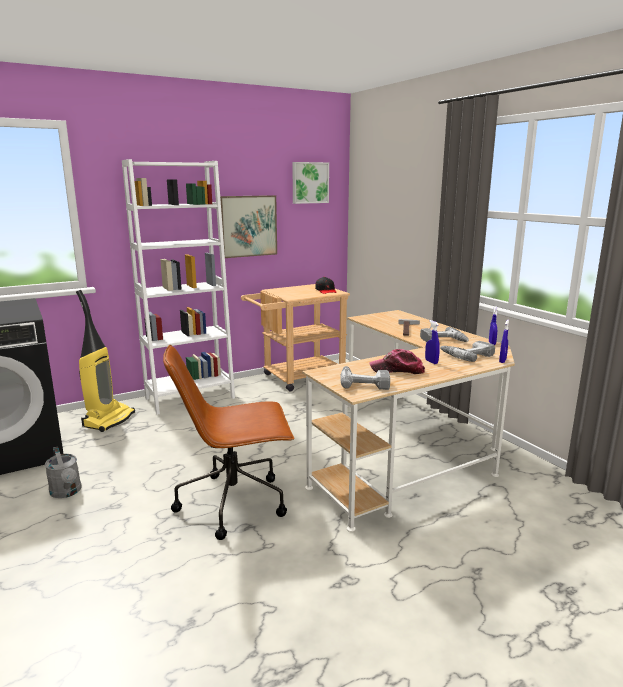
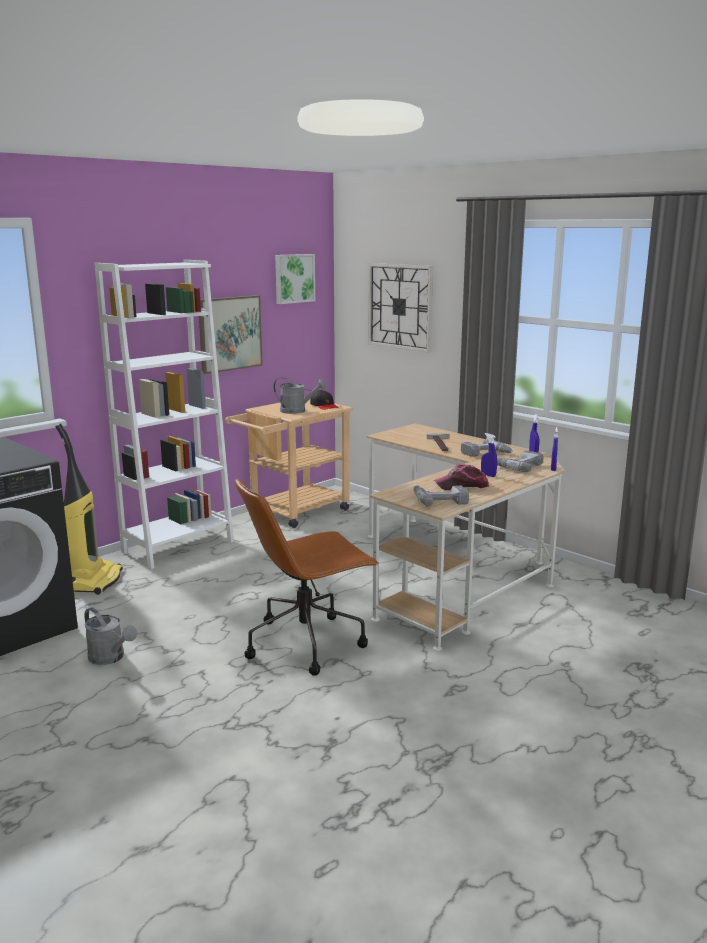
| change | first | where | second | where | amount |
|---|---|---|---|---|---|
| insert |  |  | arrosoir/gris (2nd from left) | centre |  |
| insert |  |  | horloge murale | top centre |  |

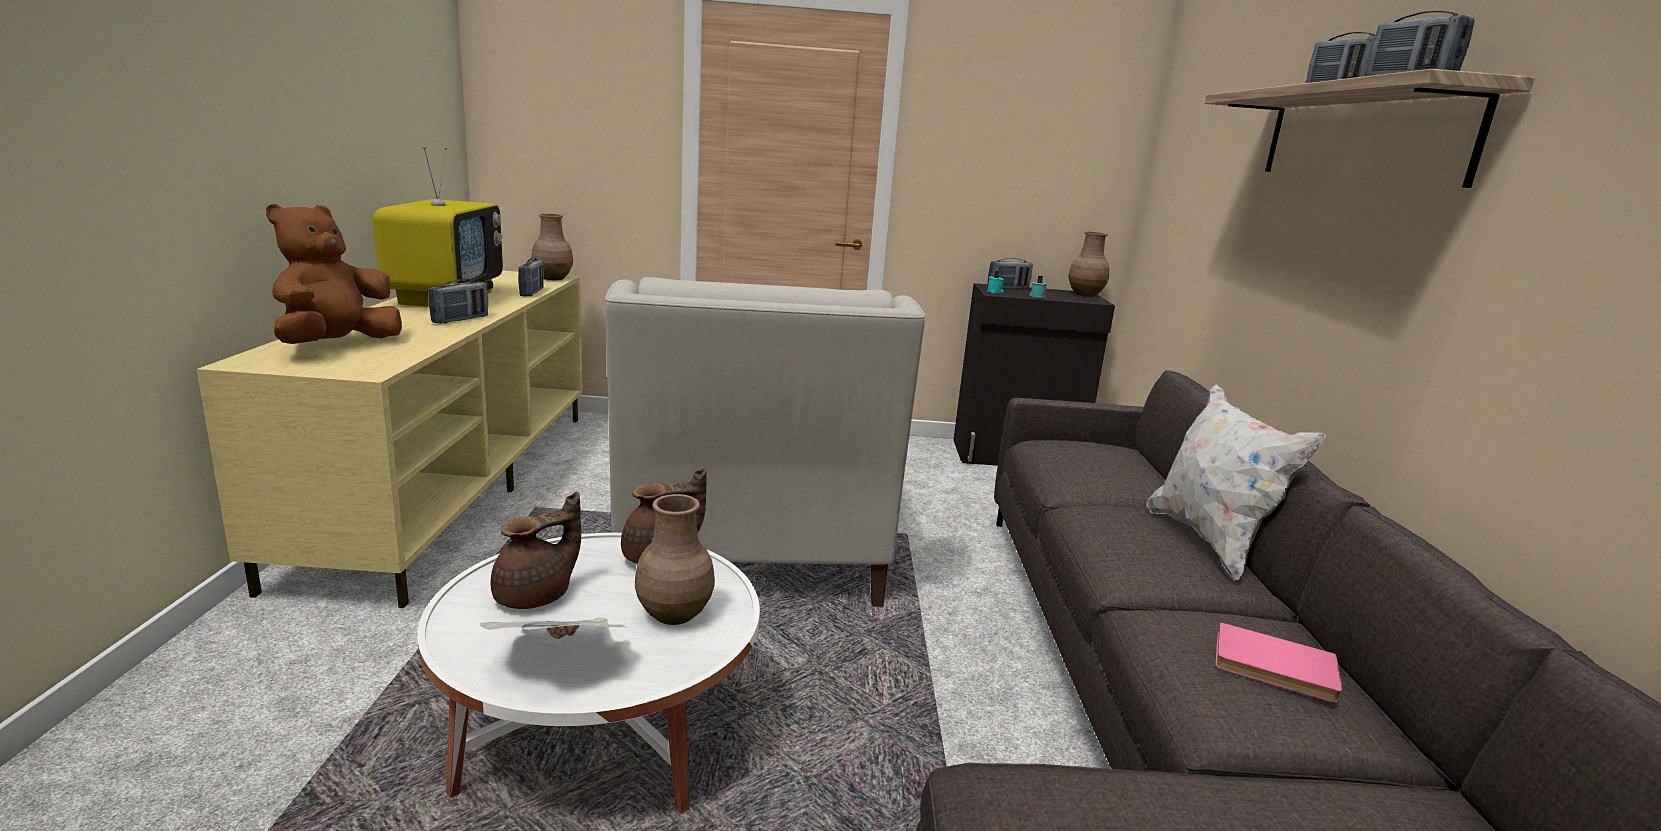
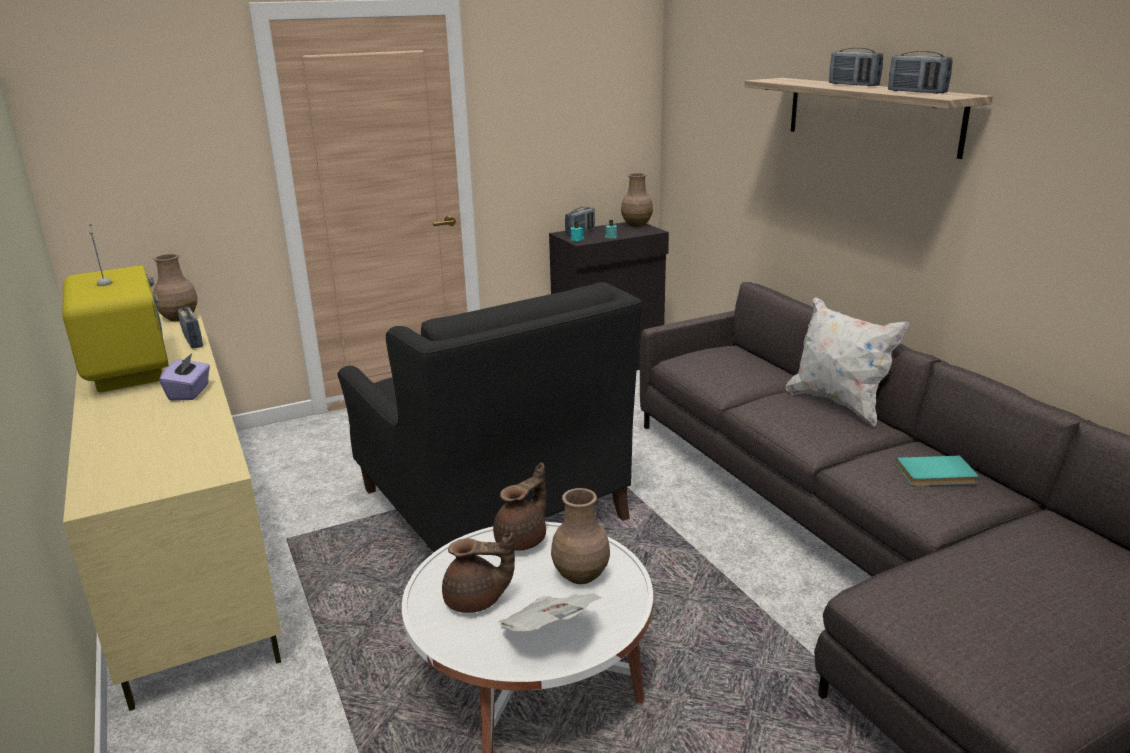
| change | first | where | second | where | amount |
|---|---|---|---|---|---|
| delete | peluche/marron | top left |  |  |  |
| replace | radio (1st from left) | middle left | boîte à mouchoirs/violet | middle left |  |
| rotate | théière/marron (1st from left) | middle left |  | bottom centre | 75 degrees clockwise |
| recolor | fauteuil/blanc | centre | fauteuil/noir | centre |  |
| recolor | livre/rose | bottom right | livre/turquoise | middle right |  |

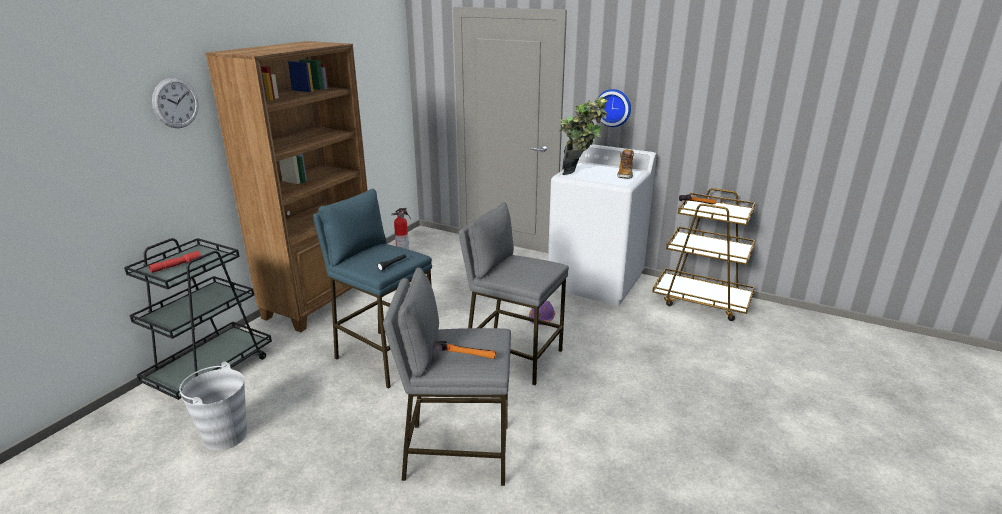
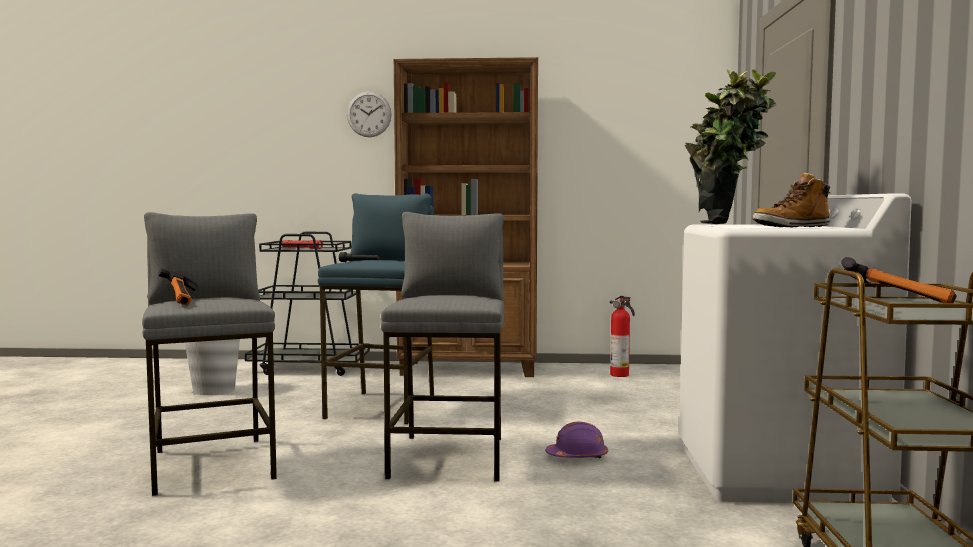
| change | first | where | second | where | amount |
|---|---|---|---|---|---|
| delete | horloge murale (2nd from left) | top centre |  |  |  |

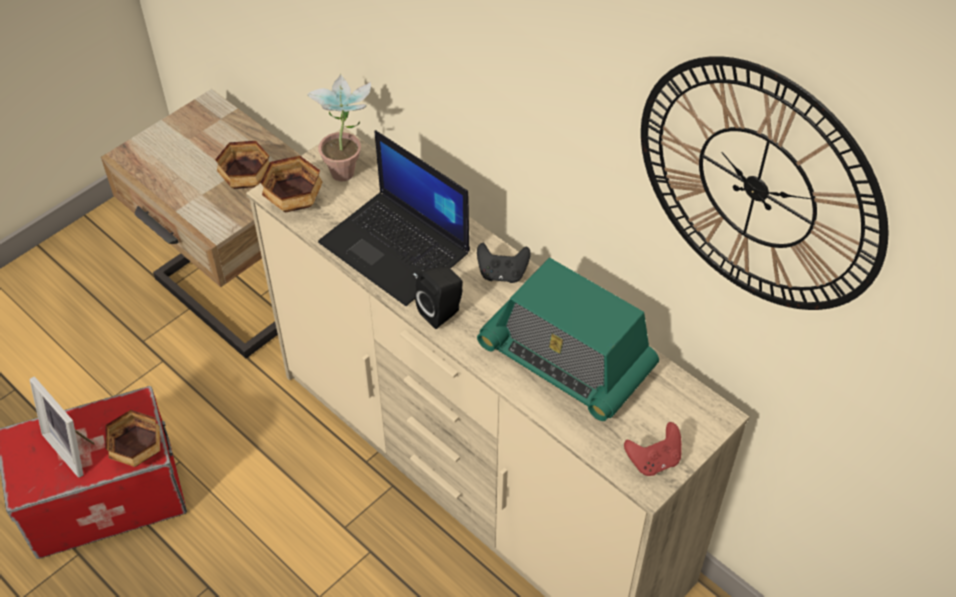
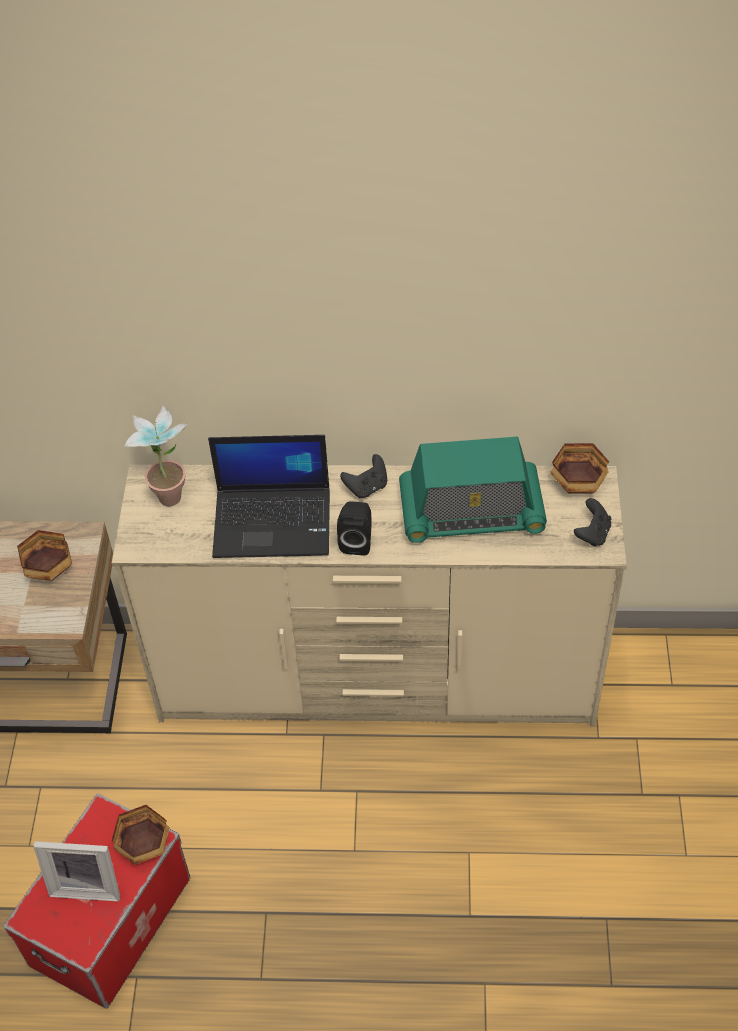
| change | first | where | second | where | amount |
|---|---|---|---|---|---|
| move | bol (3rd from left) | top left |  | middle right |  |
| recolor | manette/rouge | bottom right | manette/noir (2nd from left) | middle right |  |
| delete | horloge murale | top right |  |  |  |

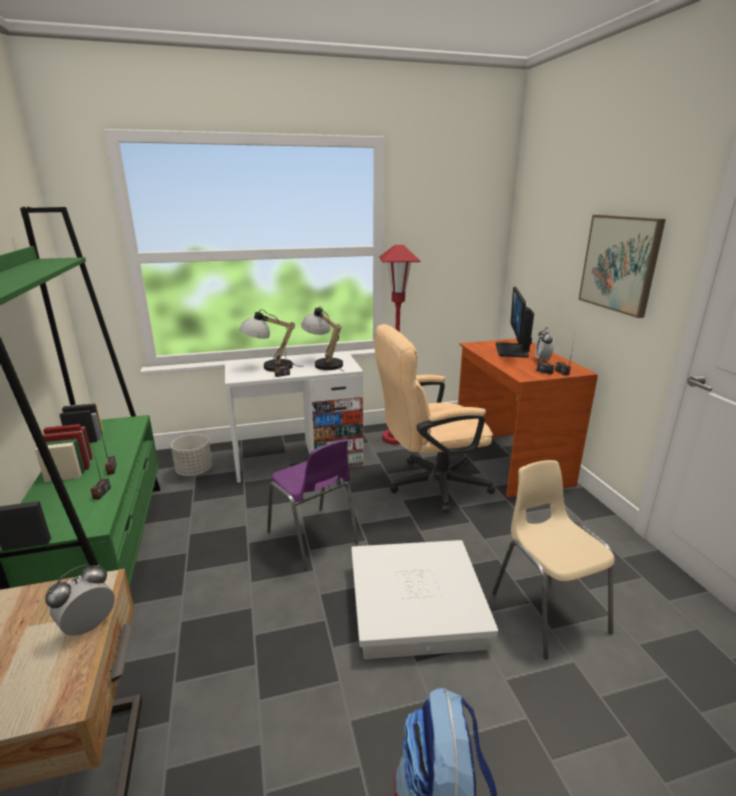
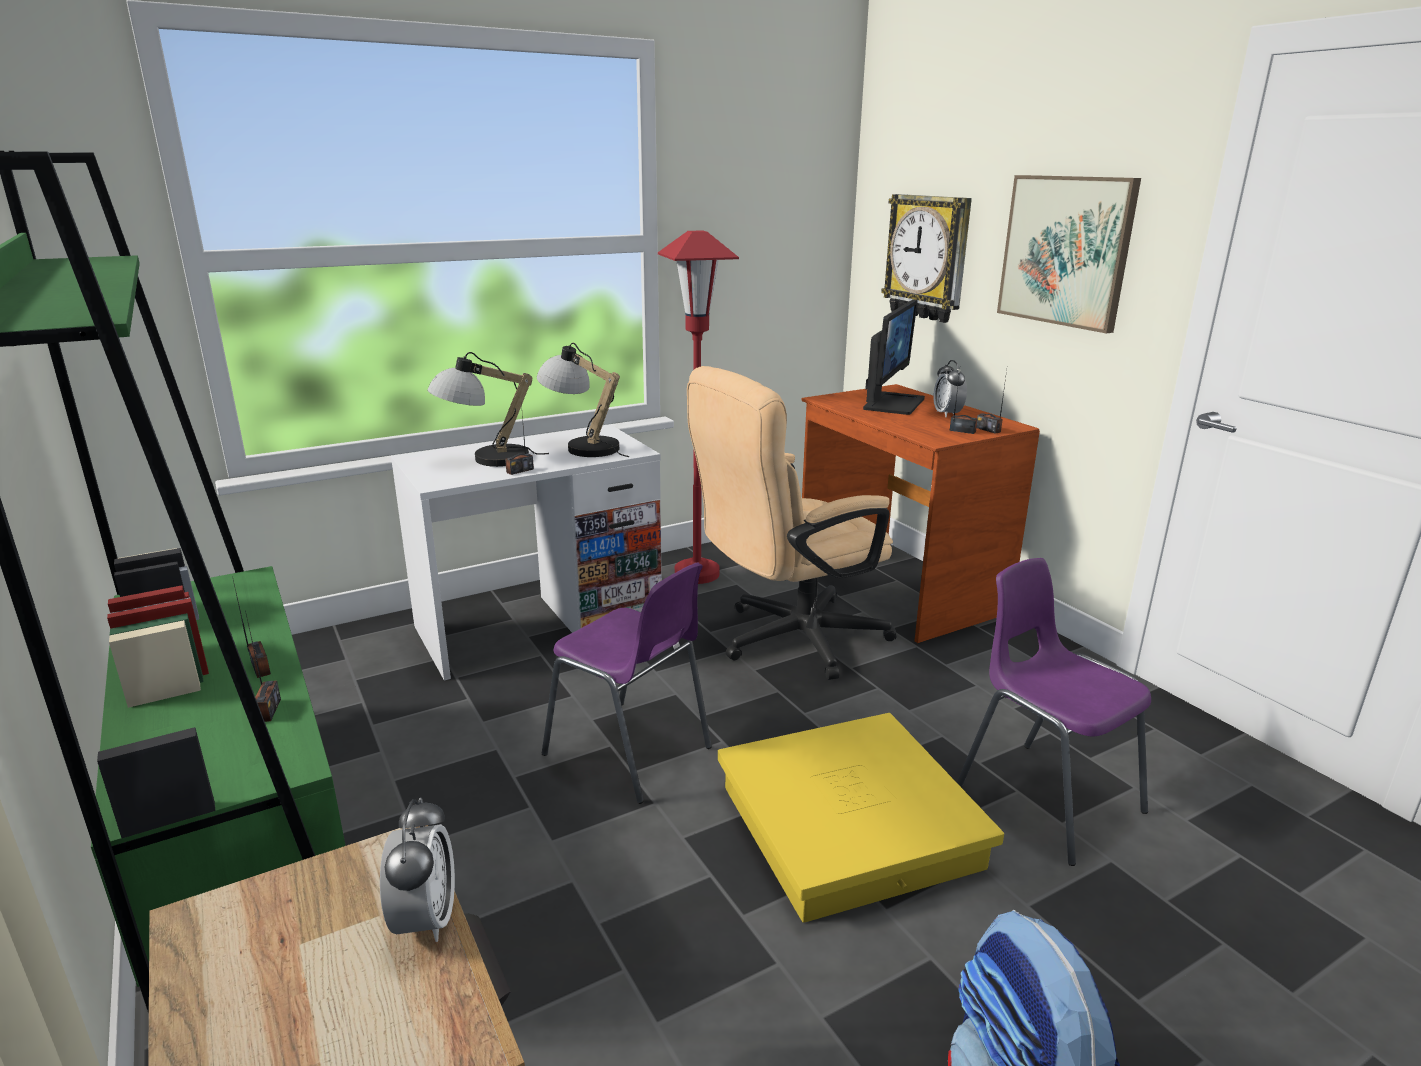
| change | first | where | second | where | amount |
|---|---|---|---|---|---|
| rotate | réveil (1st from left) | bottom left |  | bottom left | 150 degrees clockwise |
| delete | cache-pot/gris | middle left |  |  |  |
| recolor | boîte de rangement/blanc | bottom centre | boîte de rangement/jaune | bottom centre |  |
| recolor | chaise/beige | bottom right | chaise/violet (2nd from left) | bottom right |  |
| rotate | écran d'ordinateur | middle right |  | centre | 150 degrees counterclockwise |
| insert |  |  | horloge murale | top centre |  |

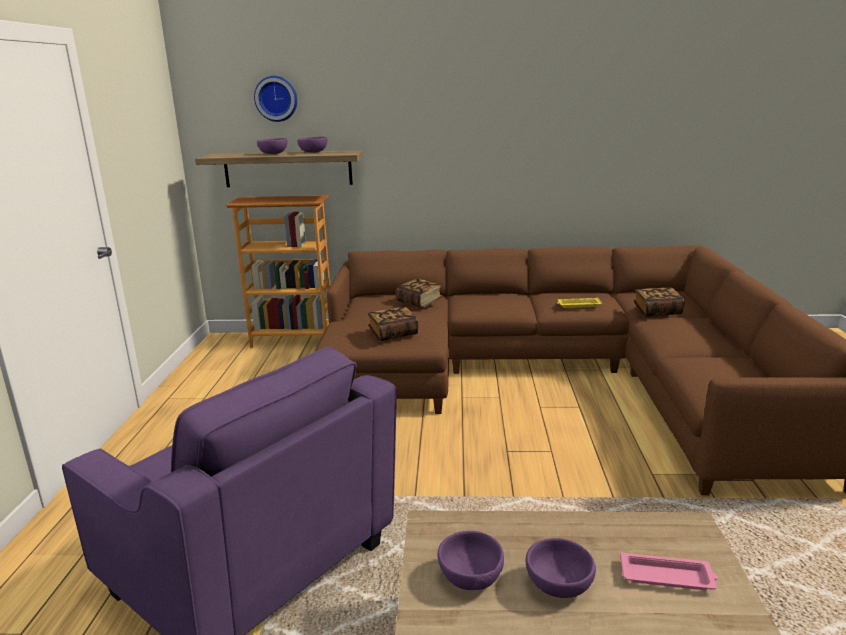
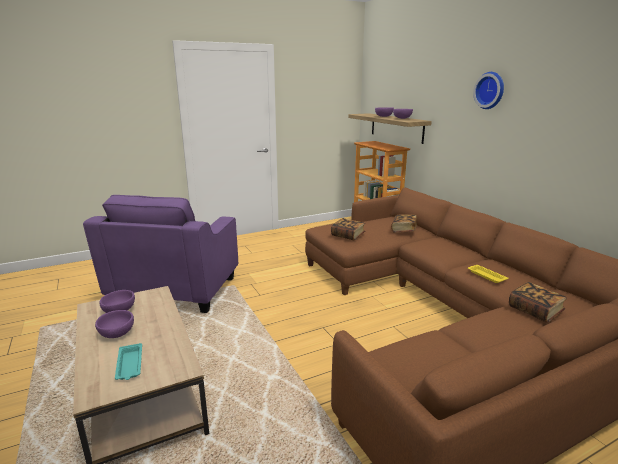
| change | first | where | second | where | amount |
|---|---|---|---|---|---|
| move | horloge murale | top left |  | top right |  |
| recolor | plateau/rose | bottom right | plateau/turquoise | bottom left |  |

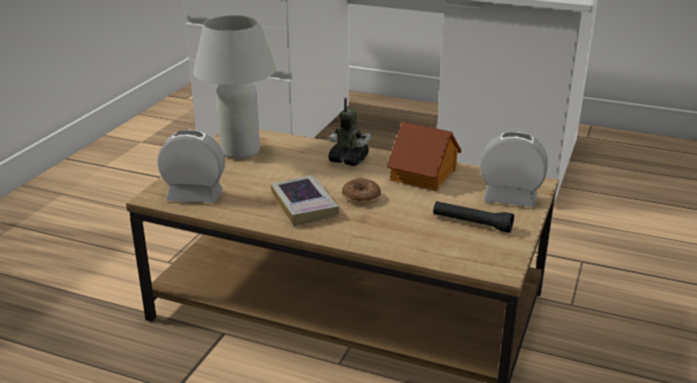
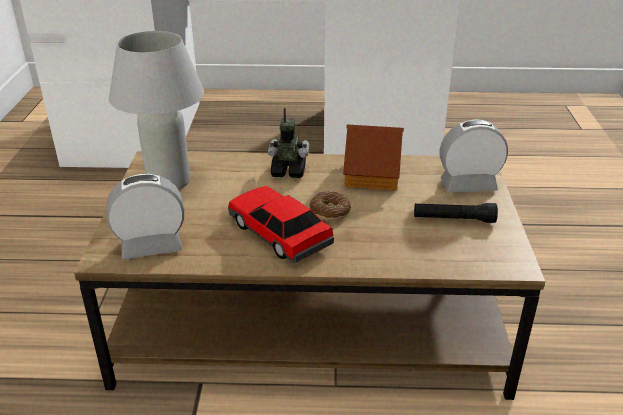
| change | first | where | second | where | amount |
|---|---|---|---|---|---|
| replace | livre | centre | petite voiture | centre |  |

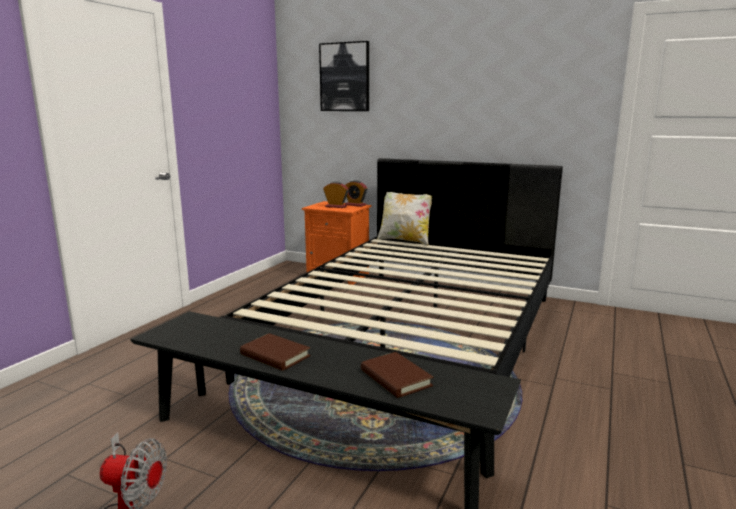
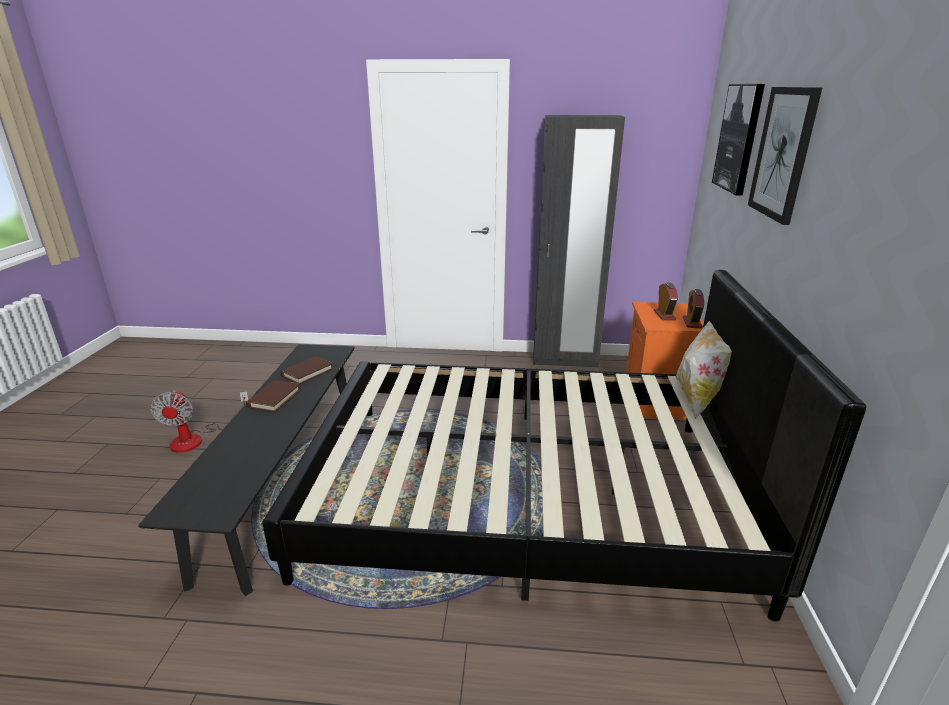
| change | first | where | second | where | amount |
|---|---|---|---|---|---|
| move | livre/marron (2nd from left) | bottom centre |  | middle left |  |
| insert |  |  | armoire/noir | centre |  |
| insert |  |  | tableau (2nd from left) | top right |  |

